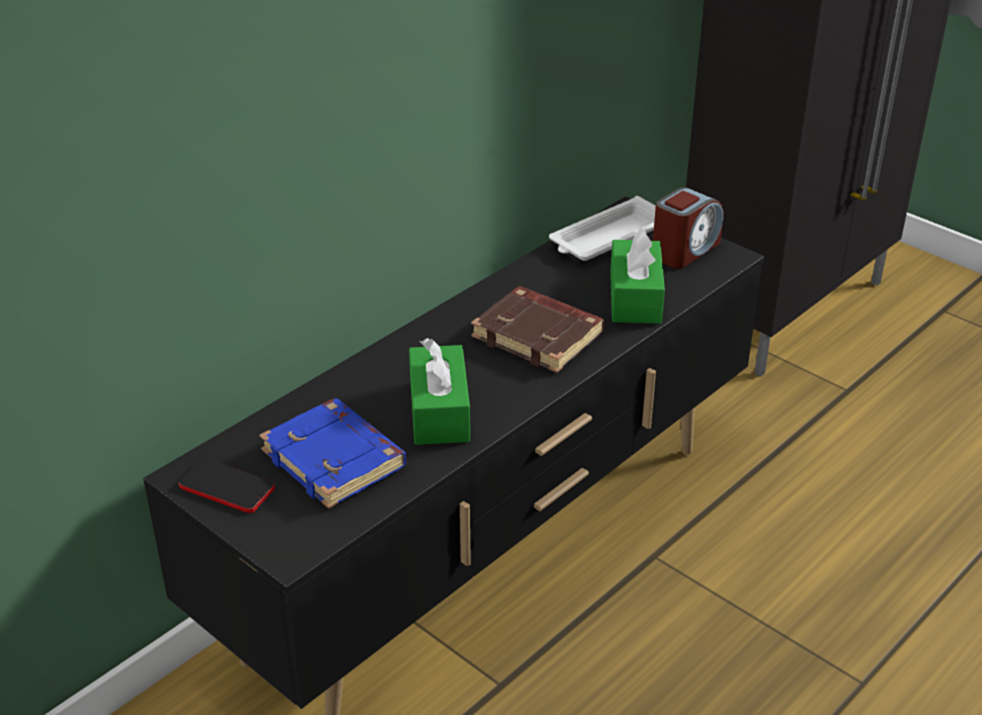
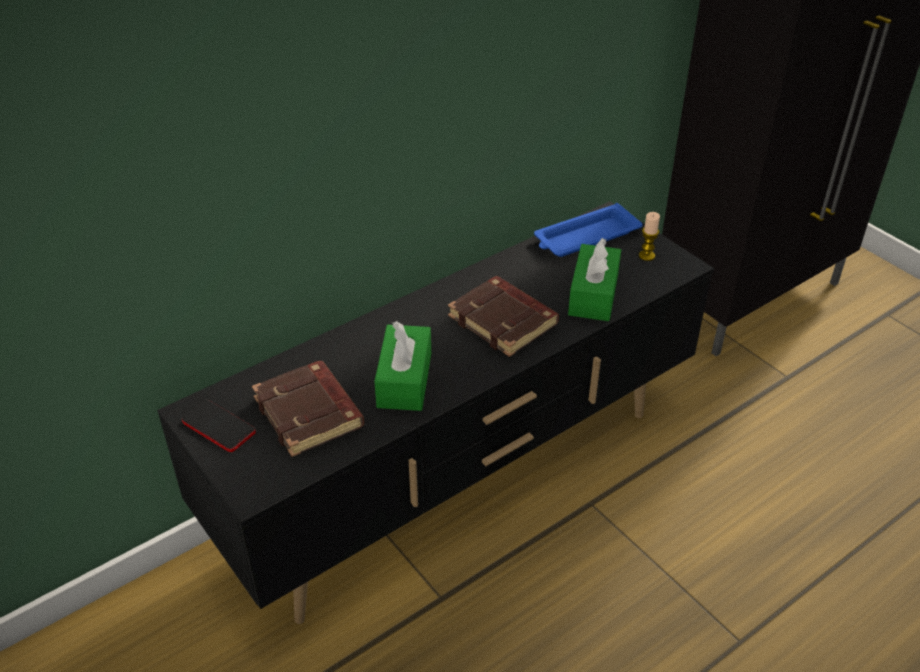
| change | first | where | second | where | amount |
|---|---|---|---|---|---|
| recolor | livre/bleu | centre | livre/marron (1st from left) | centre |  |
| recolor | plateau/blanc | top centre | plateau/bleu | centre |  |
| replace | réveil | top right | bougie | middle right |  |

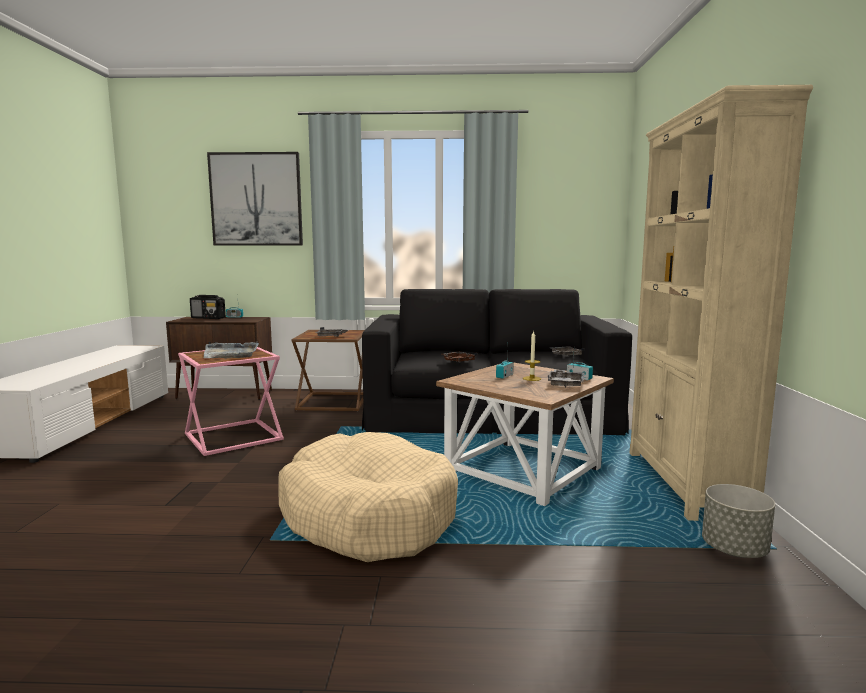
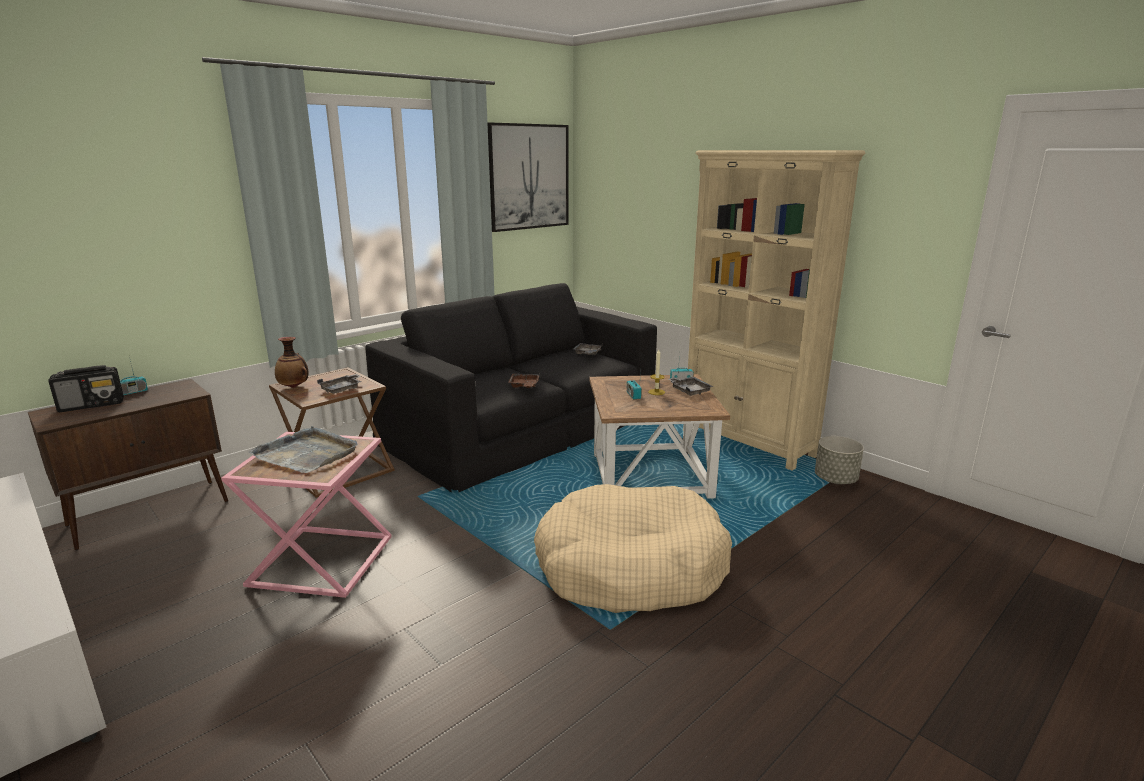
| change | first | where | second | where | amount |
|---|---|---|---|---|---|
| move | tableau | top left |  | top centre |  |
| insert |  |  | vase | middle left |  |

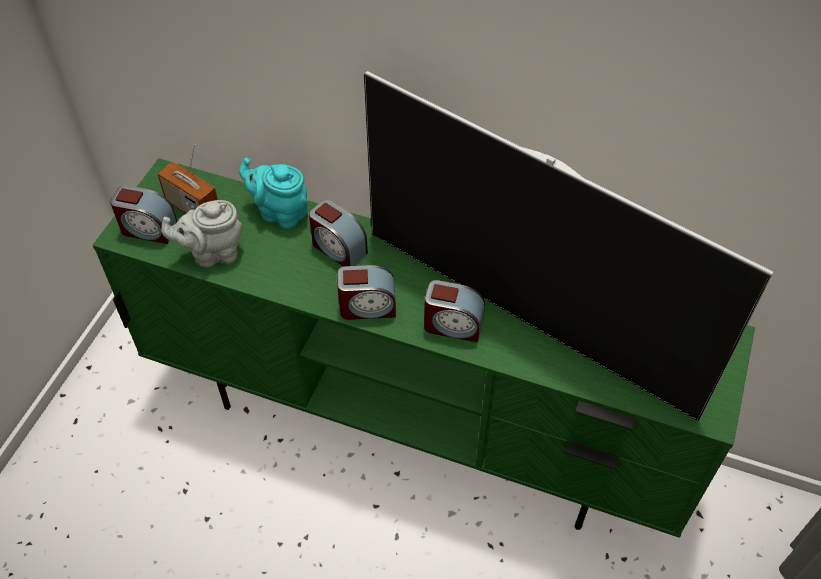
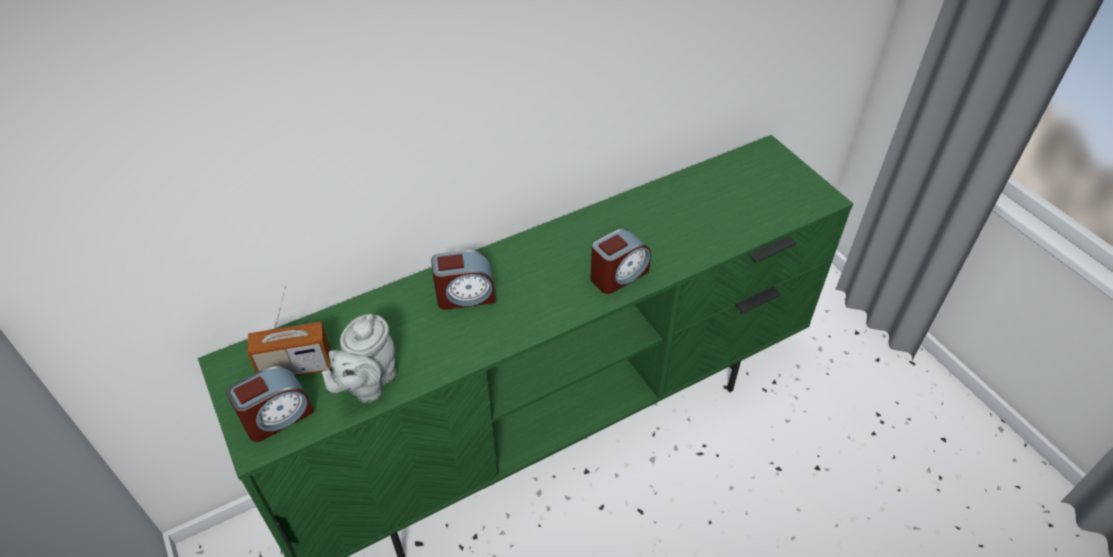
| change | first | where | second | where | amount |
|---|---|---|---|---|---|
| delete | théière/turquoise | middle left |  |  |  |
| delete | réveil (3rd from left) | centre |  |  |  |
| delete | téléviseur | middle right |  |  |  |

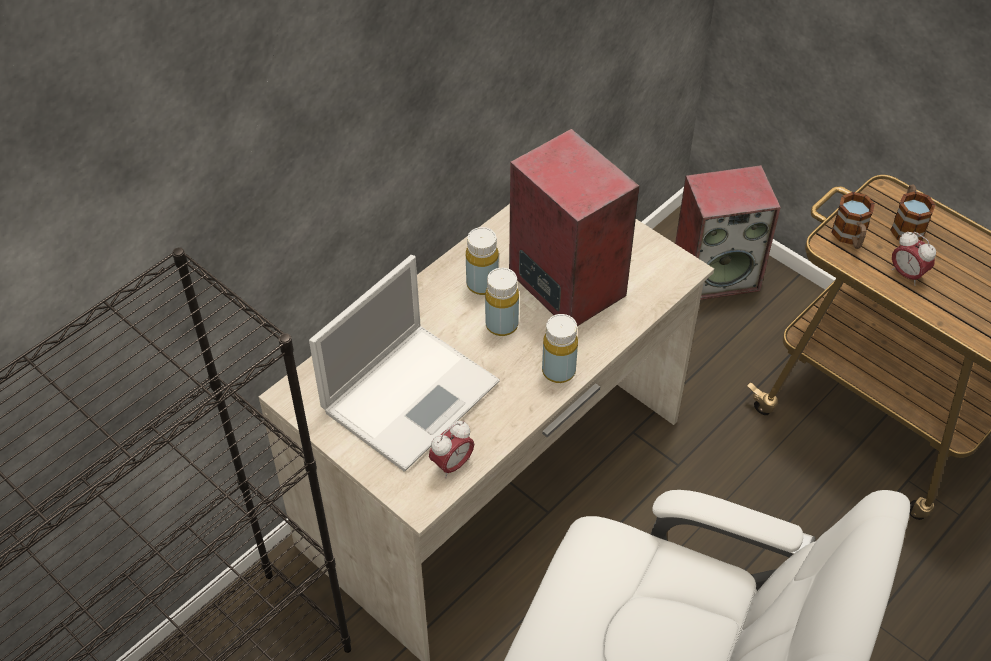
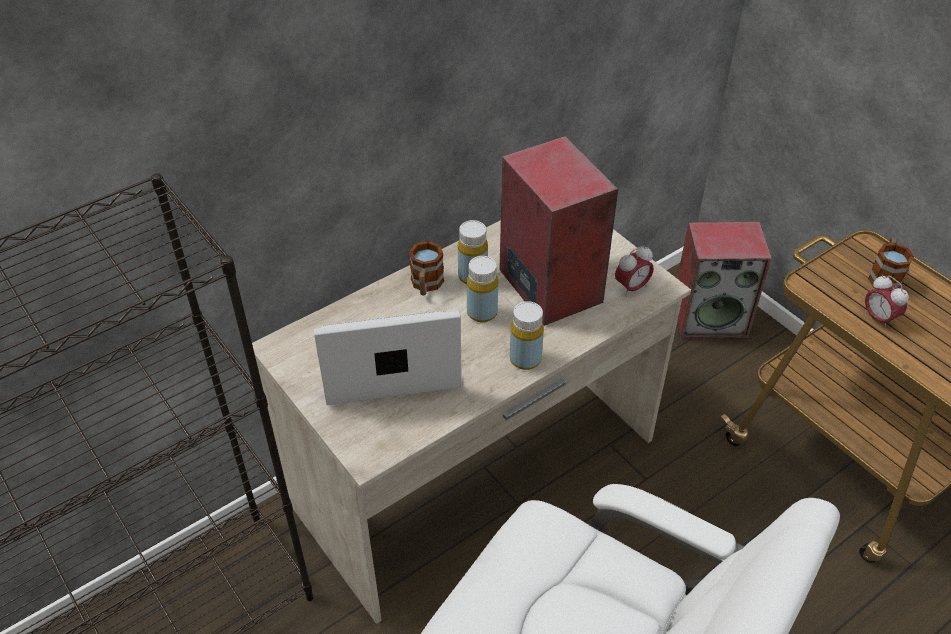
| change | first | where | second | where | amount |
|---|---|---|---|---|---|
| rotate | ordinateur portable | centre |  | centre | 150 degrees counterclockwise |
| move | réveil (1st from left) | bottom centre |  | middle right |  |
| move | mug (1st from left) | top right |  | centre |  |

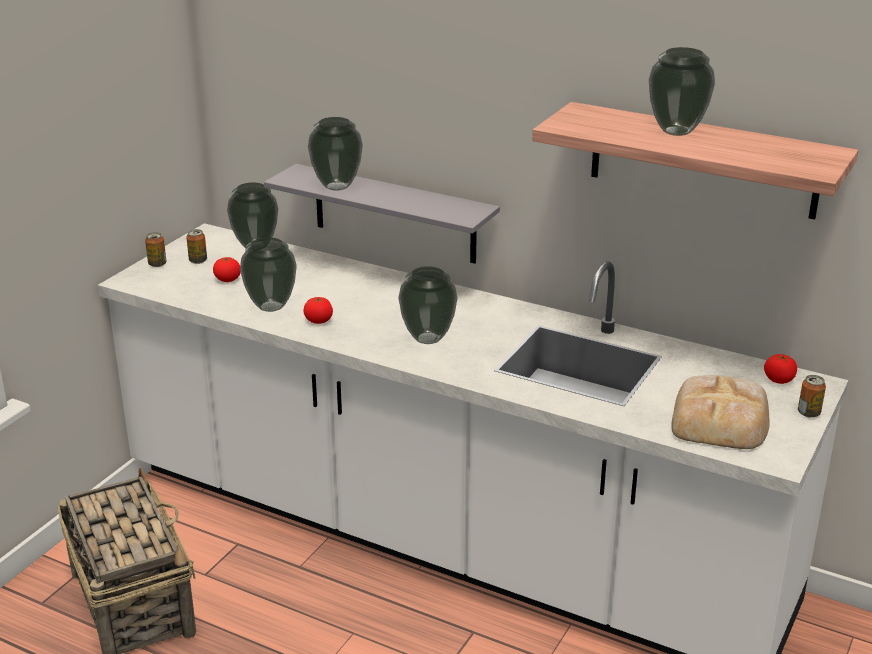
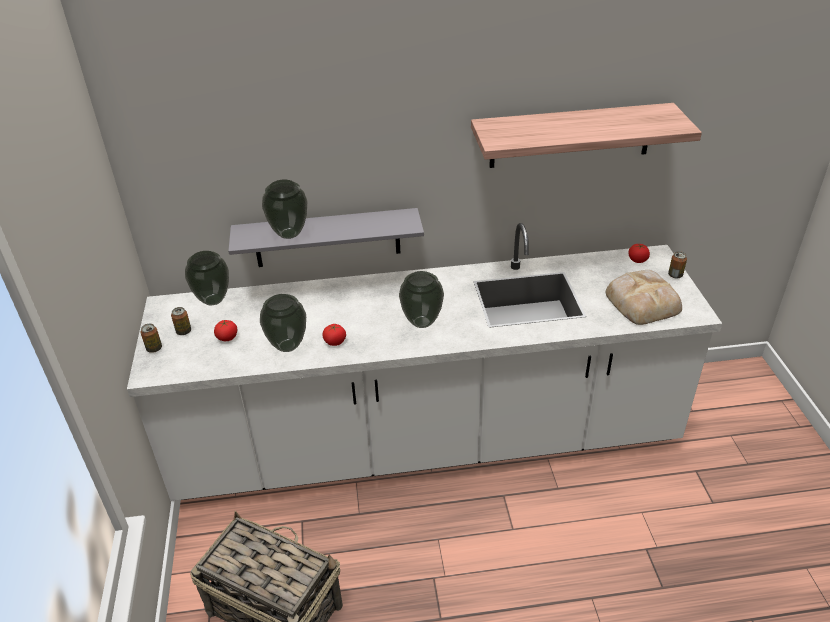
| change | first | where | second | where | amount |
|---|---|---|---|---|---|
| delete | vase (5th from left) | top right |  |  |  |

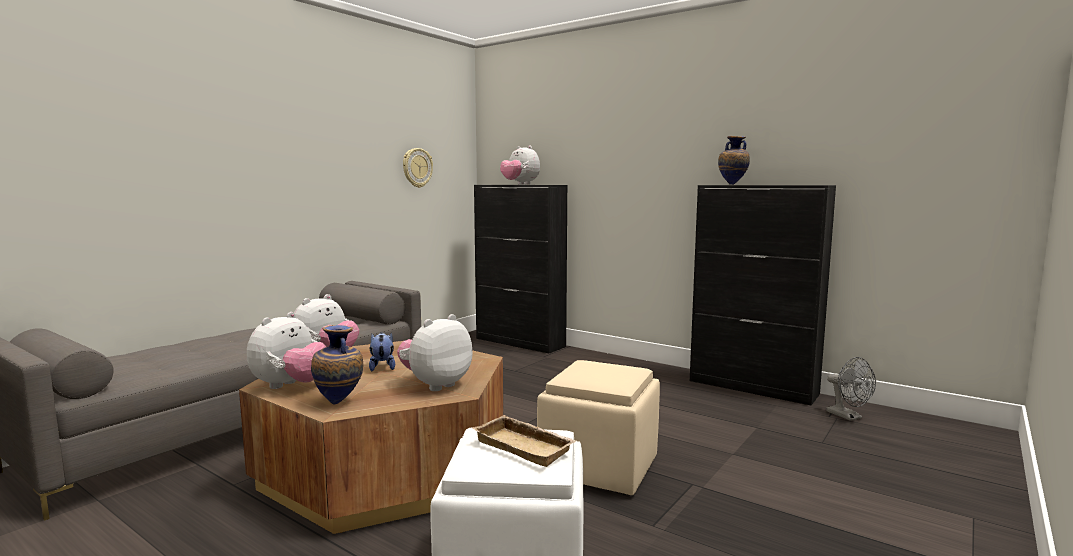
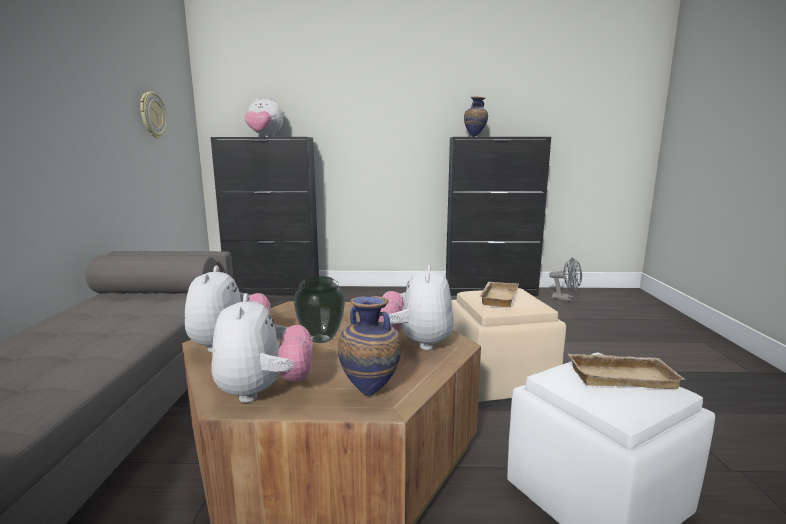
| change | first | where | second | where | amount |
|---|---|---|---|---|---|
| replace | peluche (3rd from left) | centre | vase (1st from left) | centre |  |
| insert |  |  | plateau/beige (1st from left) | centre |  |

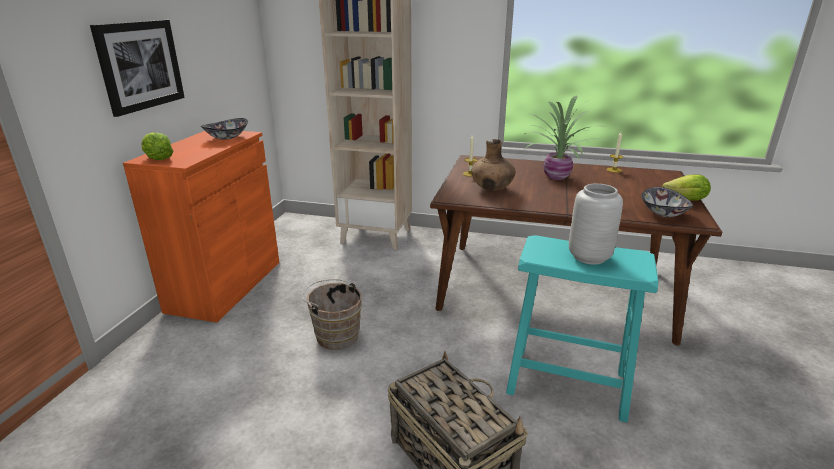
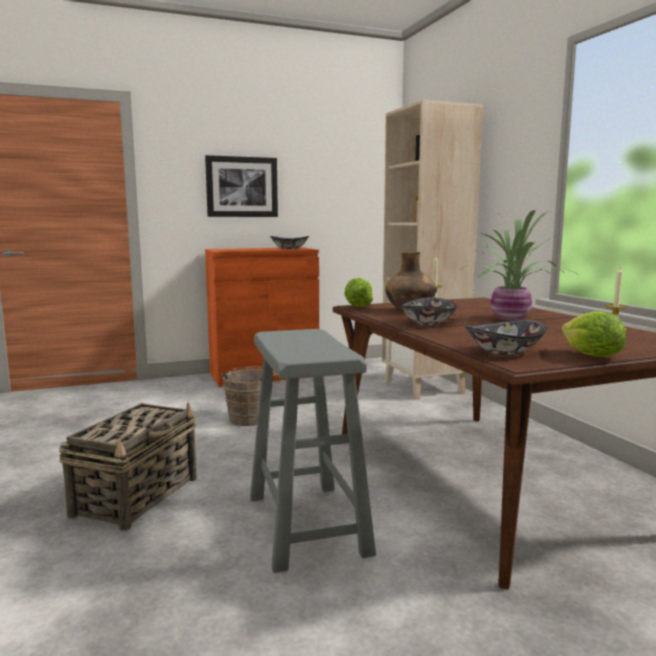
| change | first | where | second | where | amount |
|---|---|---|---|---|---|
| move | laitue (1st from left) | top left |  | centre |  |
| recolor | tabouret/turquoise | bottom right | tabouret/gris | bottom centre |  |
| delete | vase/gris | middle right |  |  |  |
| insert |  |  | bol (2nd from left) | centre |  |

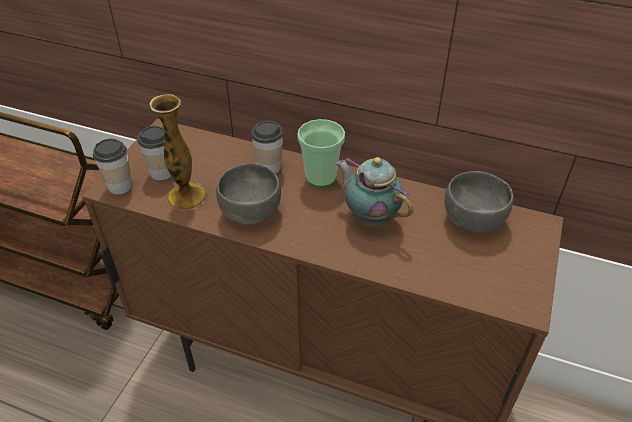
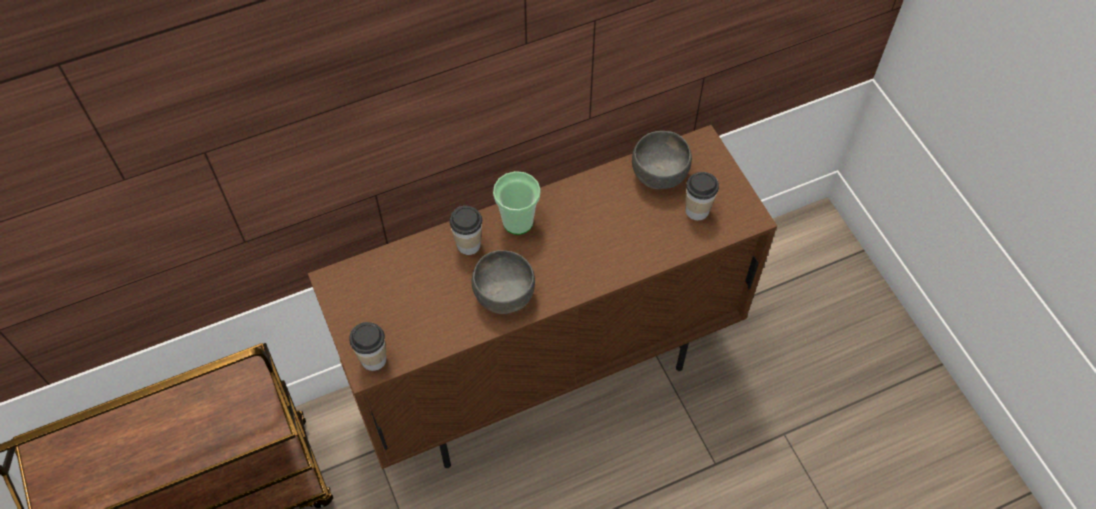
| change | first | where | second | where | amount |
|---|---|---|---|---|---|
| move | tasse (2nd from left in the first image) | middle left | tasse (4th from left) | centre |  |
| delete | vase | middle left |  |  |  |
| delete | théière | centre |  |  |  |

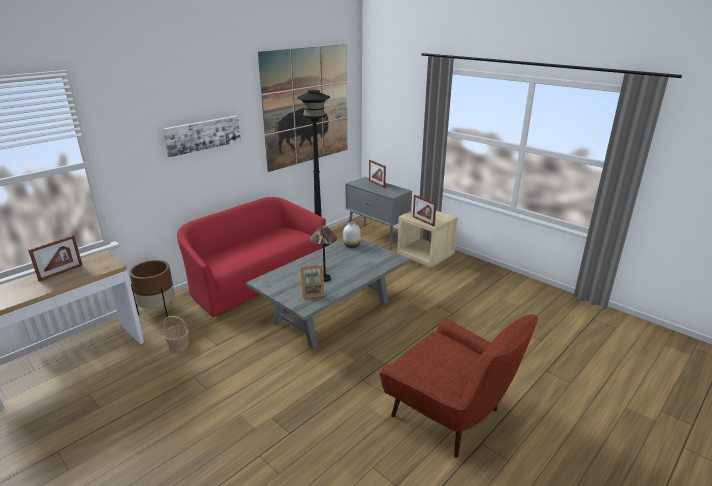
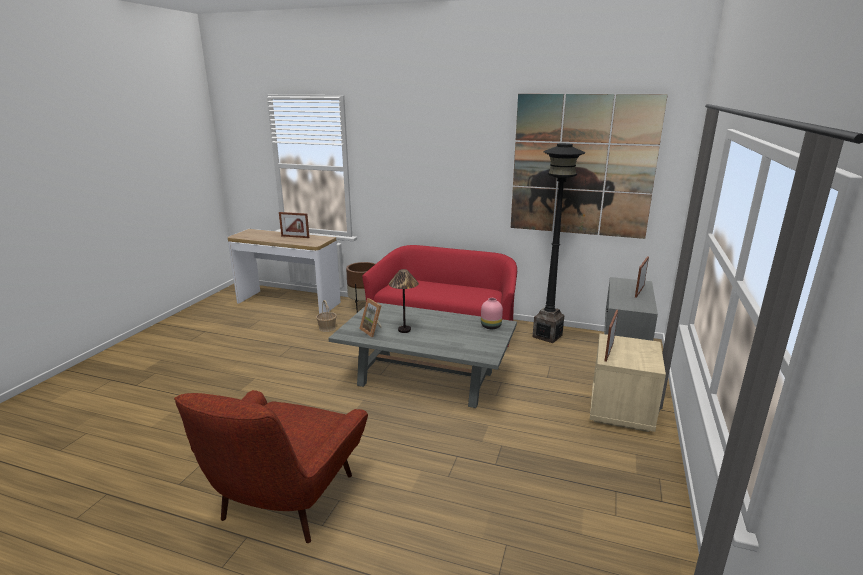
| change | first | where | second | where | amount |
|---|---|---|---|---|---|
| delete | tableau (1st from left) | top left |  |  |  |
| recolor | vase/blanc | centre | vase/rose | centre |  |

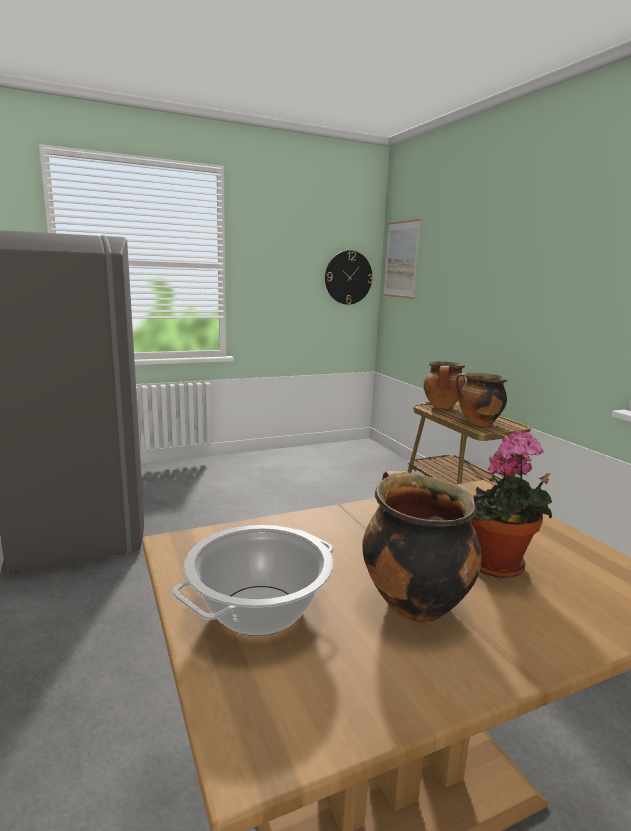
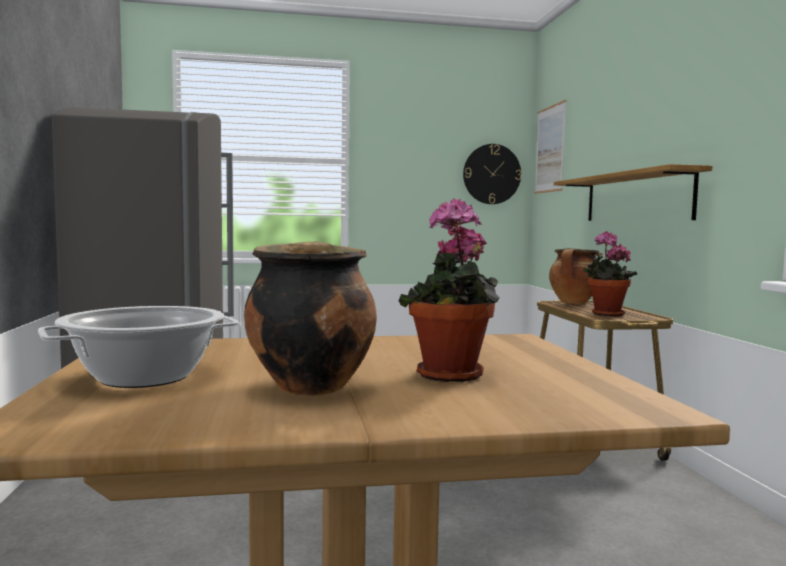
| change | first | where | second | where | amount |
|---|---|---|---|---|---|
| replace | marmite (4th from left) | middle right | plante en pot (2nd from left) | middle right |  |
| insert |  |  | étagère | middle right |  |

